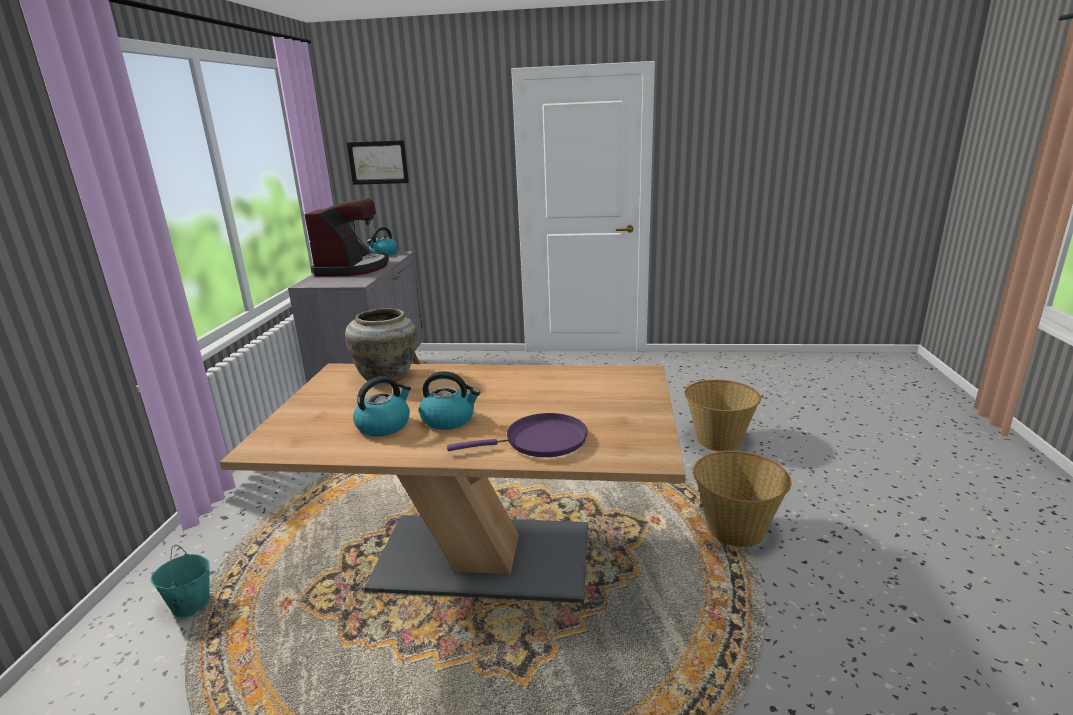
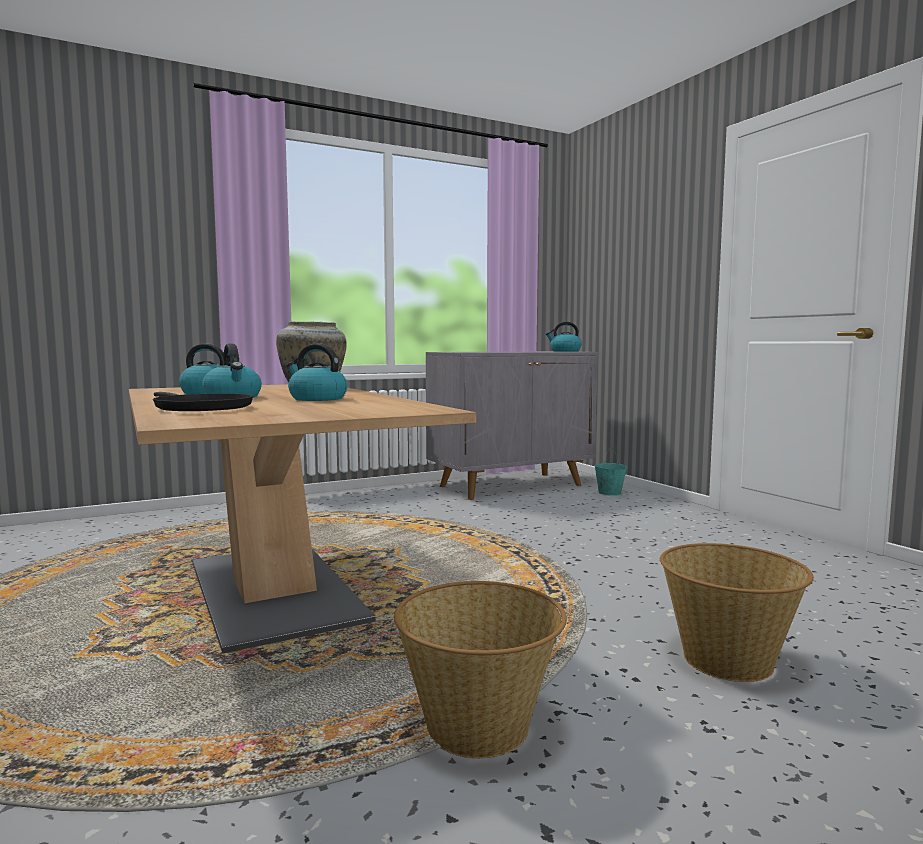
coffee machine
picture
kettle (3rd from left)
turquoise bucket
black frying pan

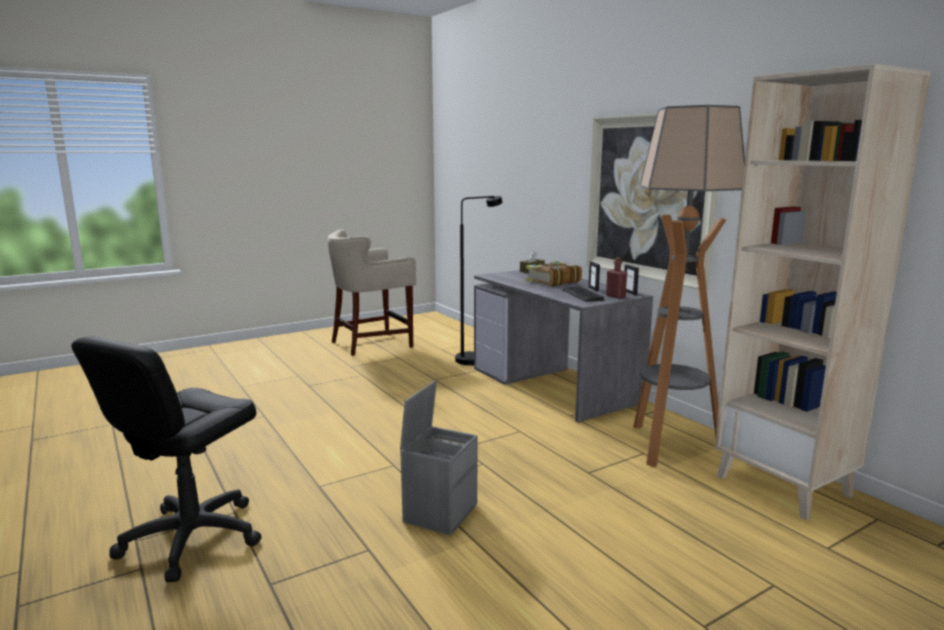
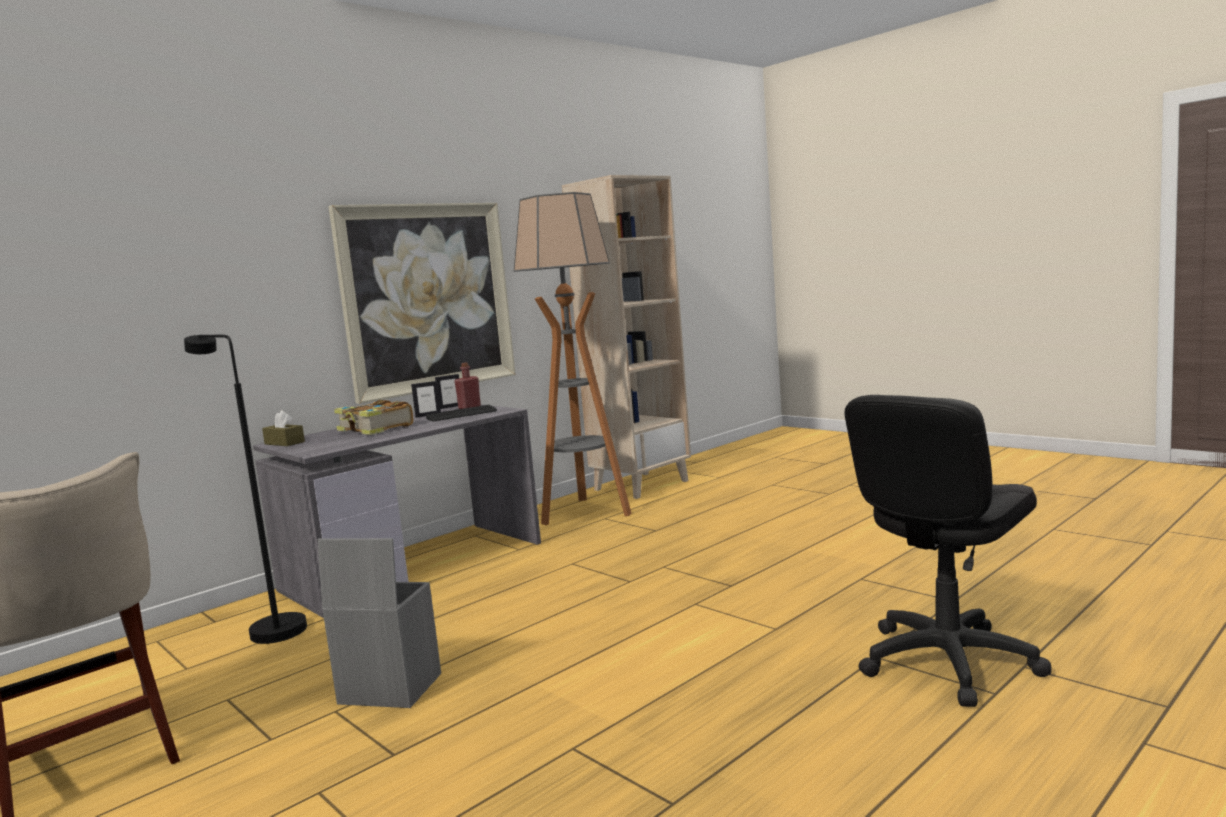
grey storage box
black office chair

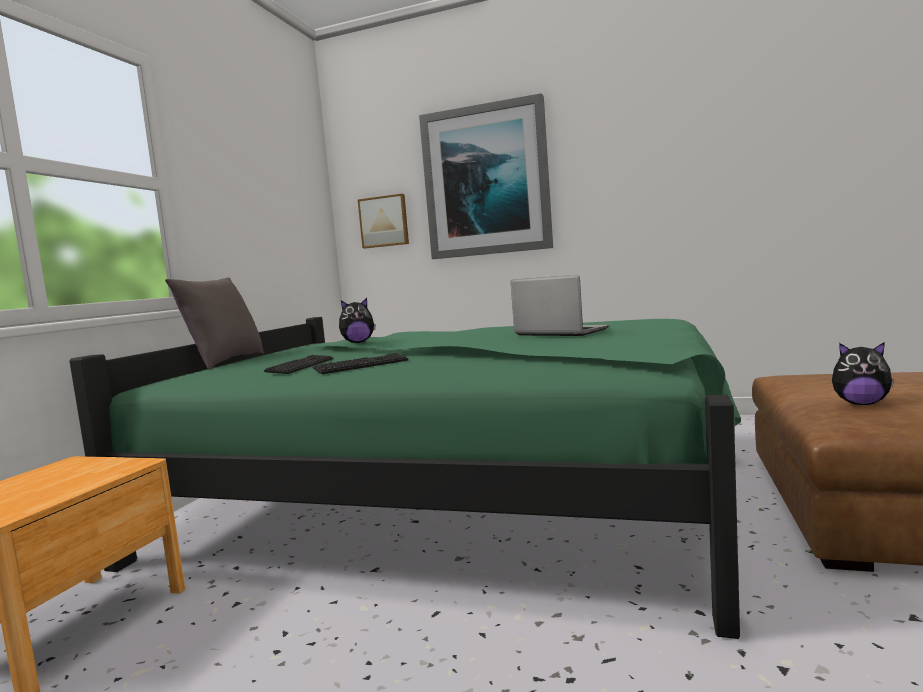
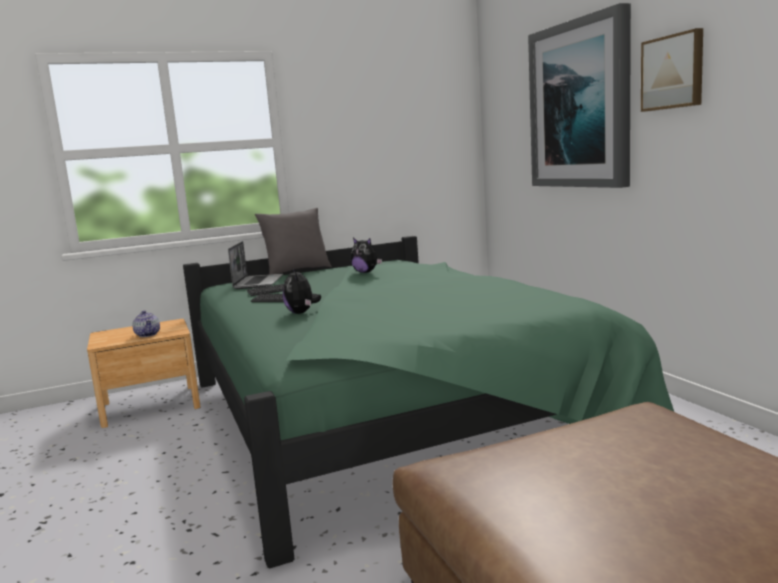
teapot
picture (2nd from left)
laptop
plush toy (1st from left)

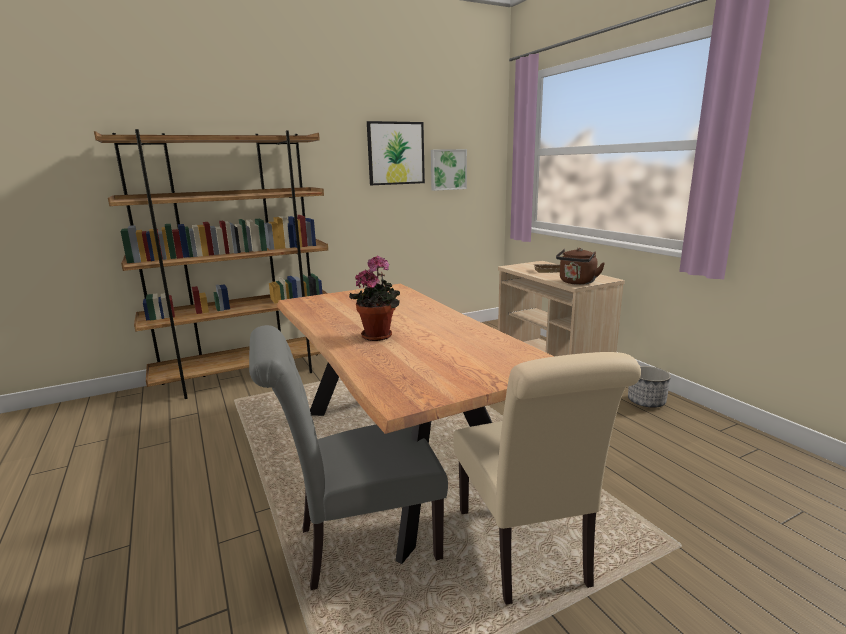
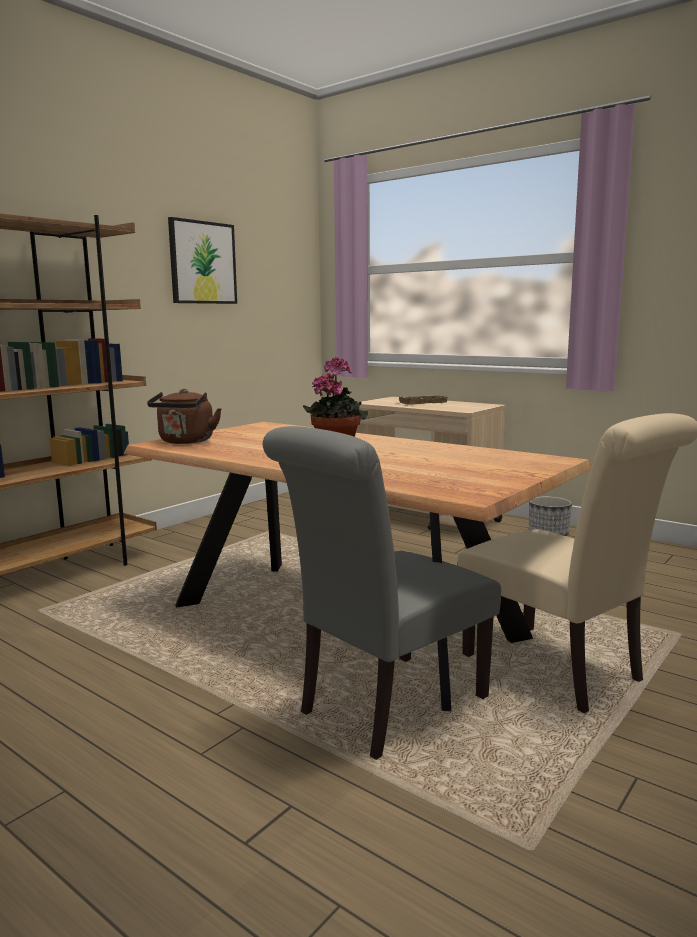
picture (2nd from left in the first image)
brown kettle

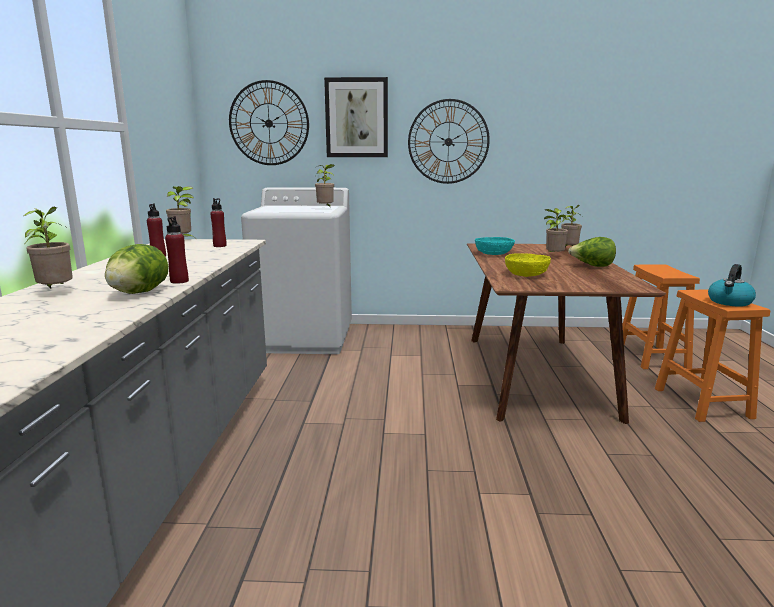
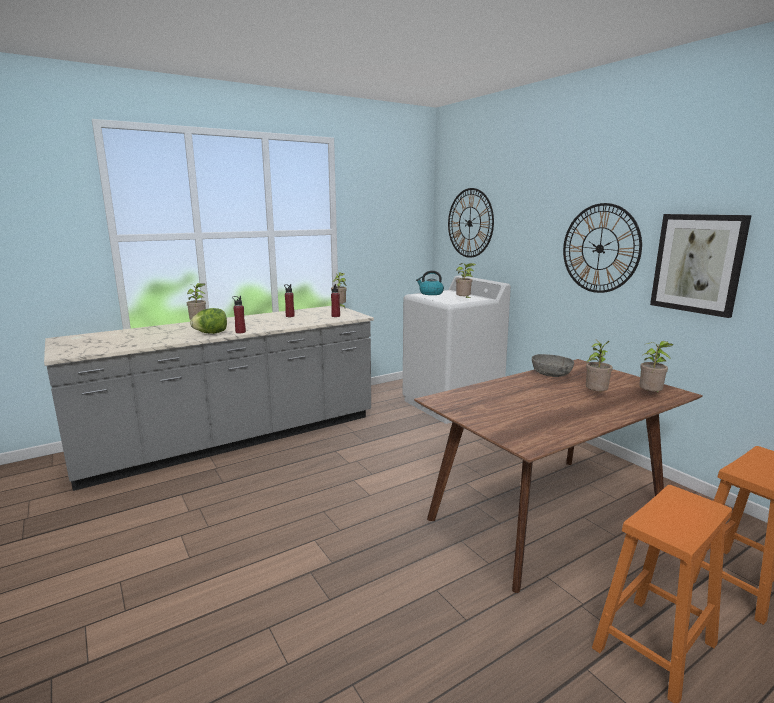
yellow bowl
lettuce (2nd from left in the first image)
picture
kettle
grey bowl

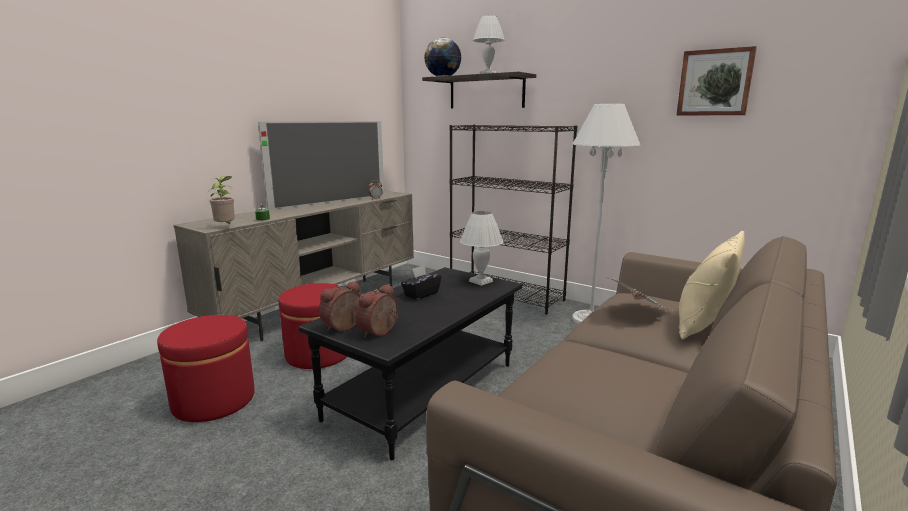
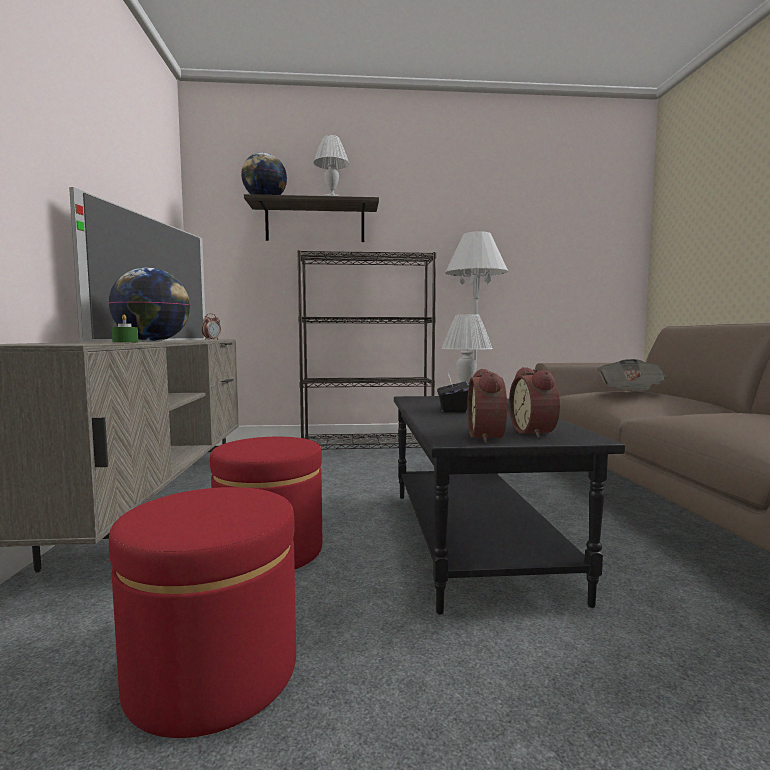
potted plant
picture
beige pillow
globe (1st from left)

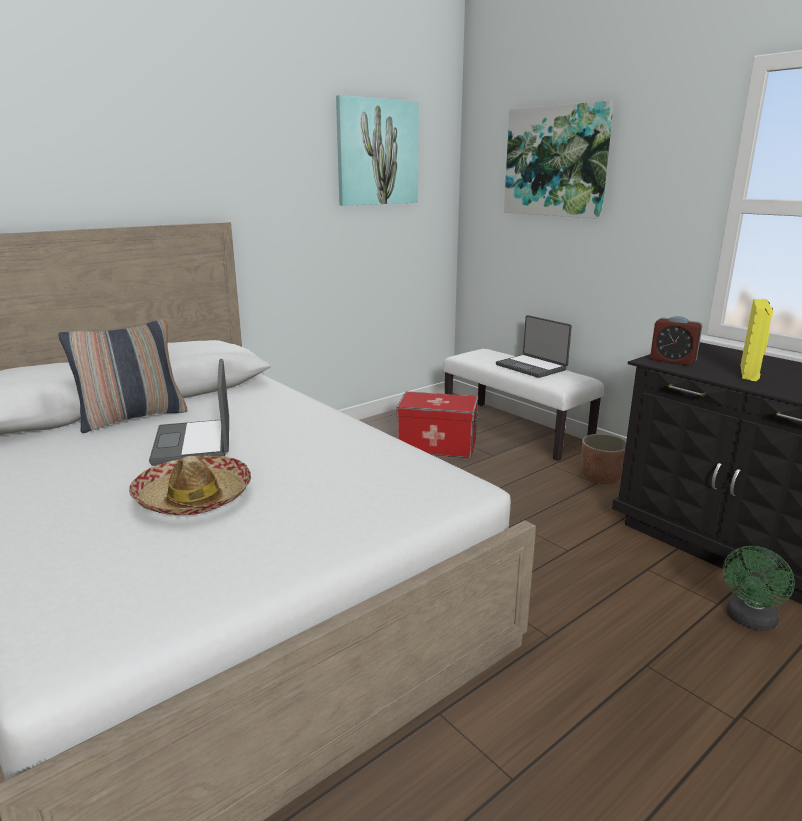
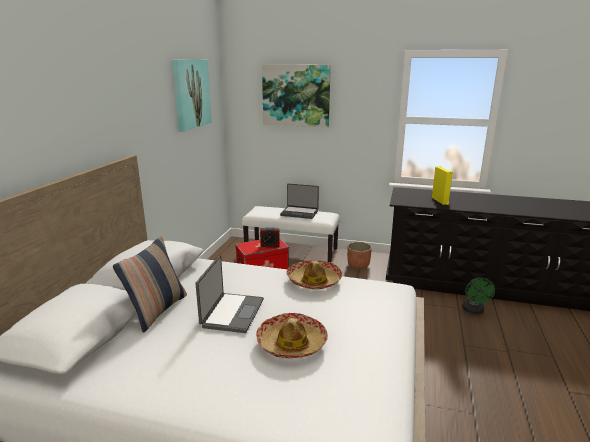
hat (2nd from left)
alarm clock
laptop (1st from left)

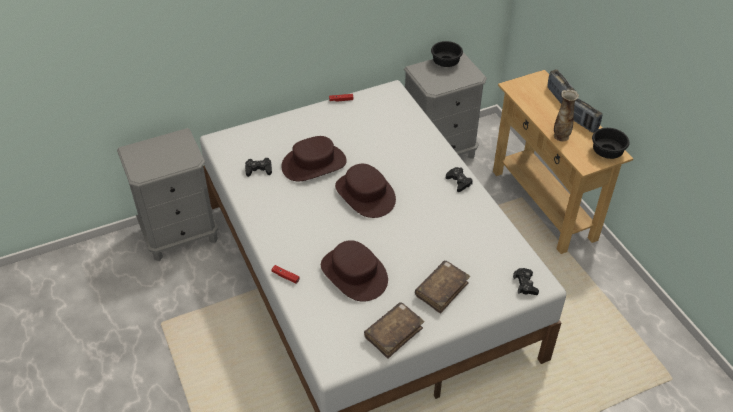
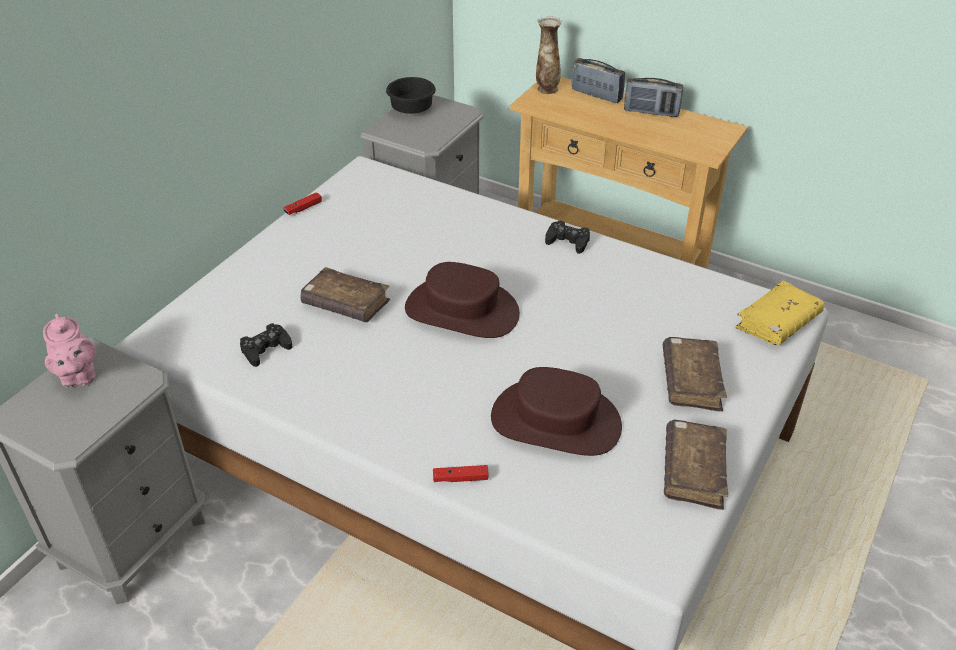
black bowl (2nd from left in the first image)
pink teapot
vase
brown book (1st from left)
yellow book

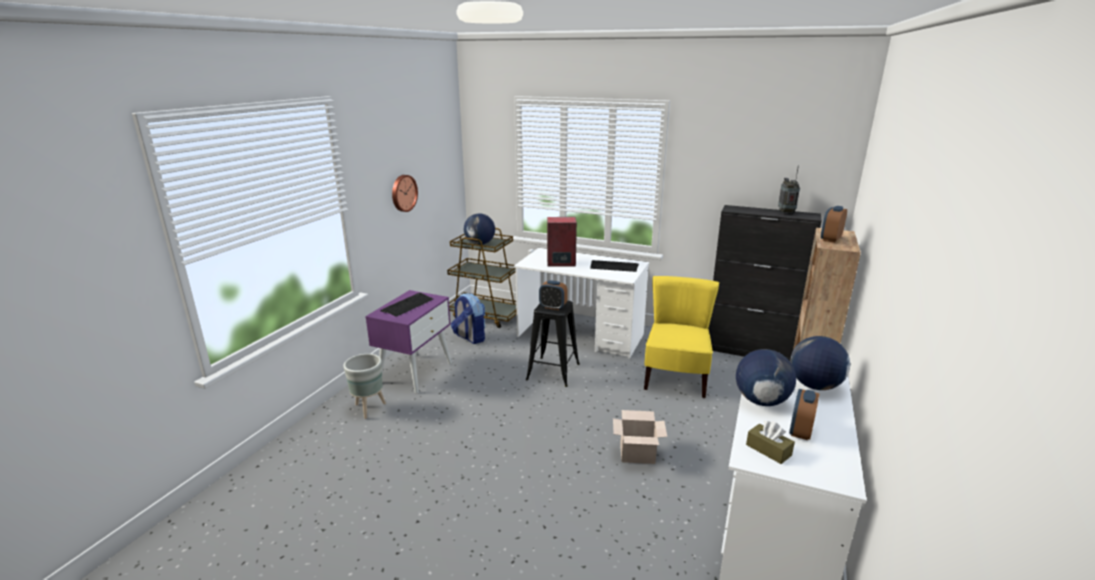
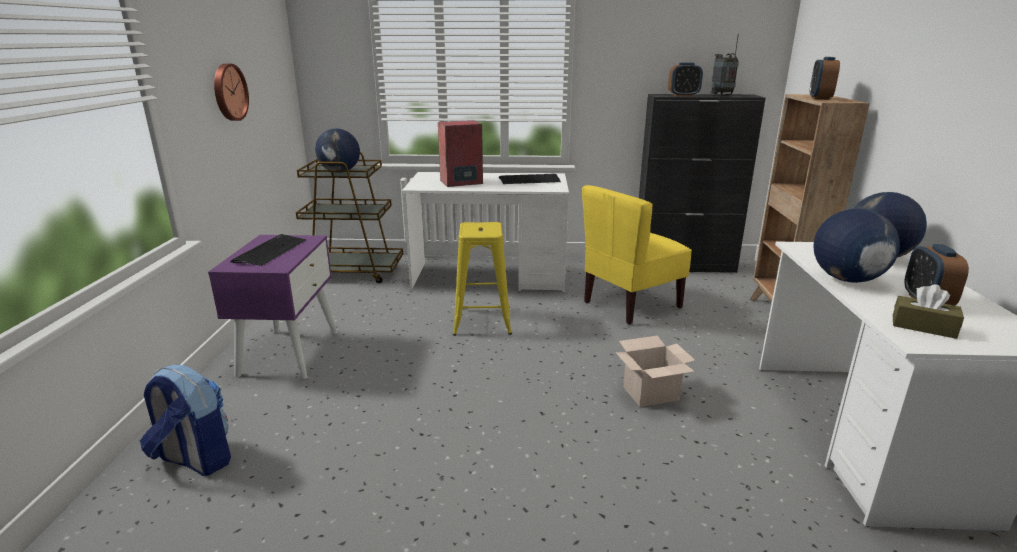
grey planter
backpack
alarm clock (1st from left)
yellow stool
yellow chair

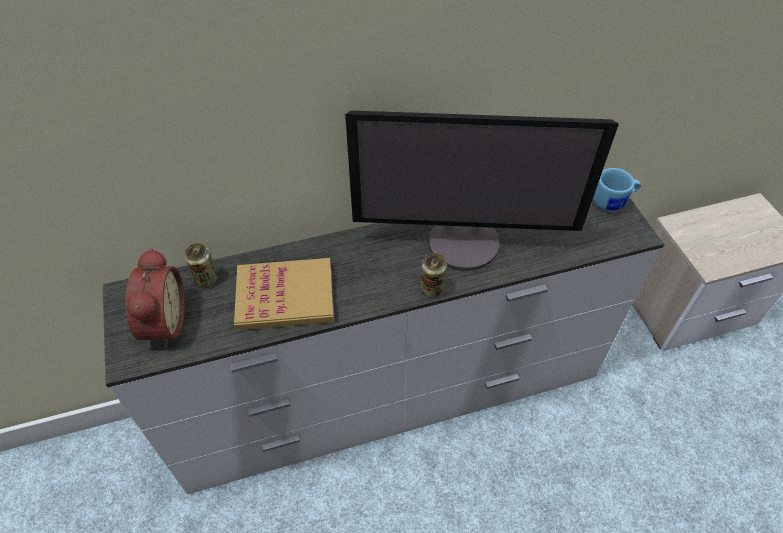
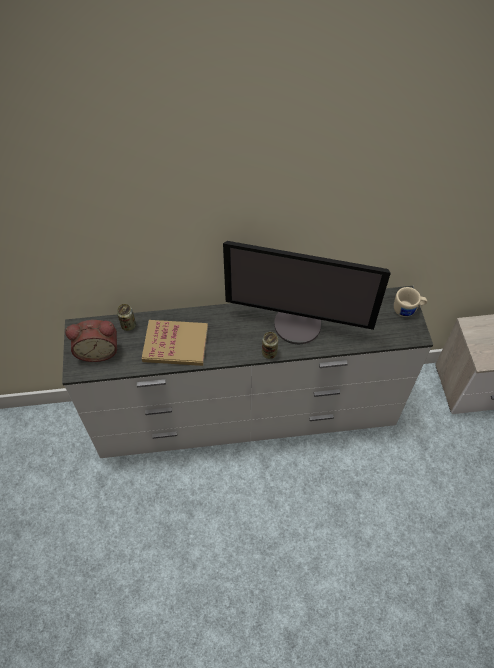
beige mug
alarm clock

